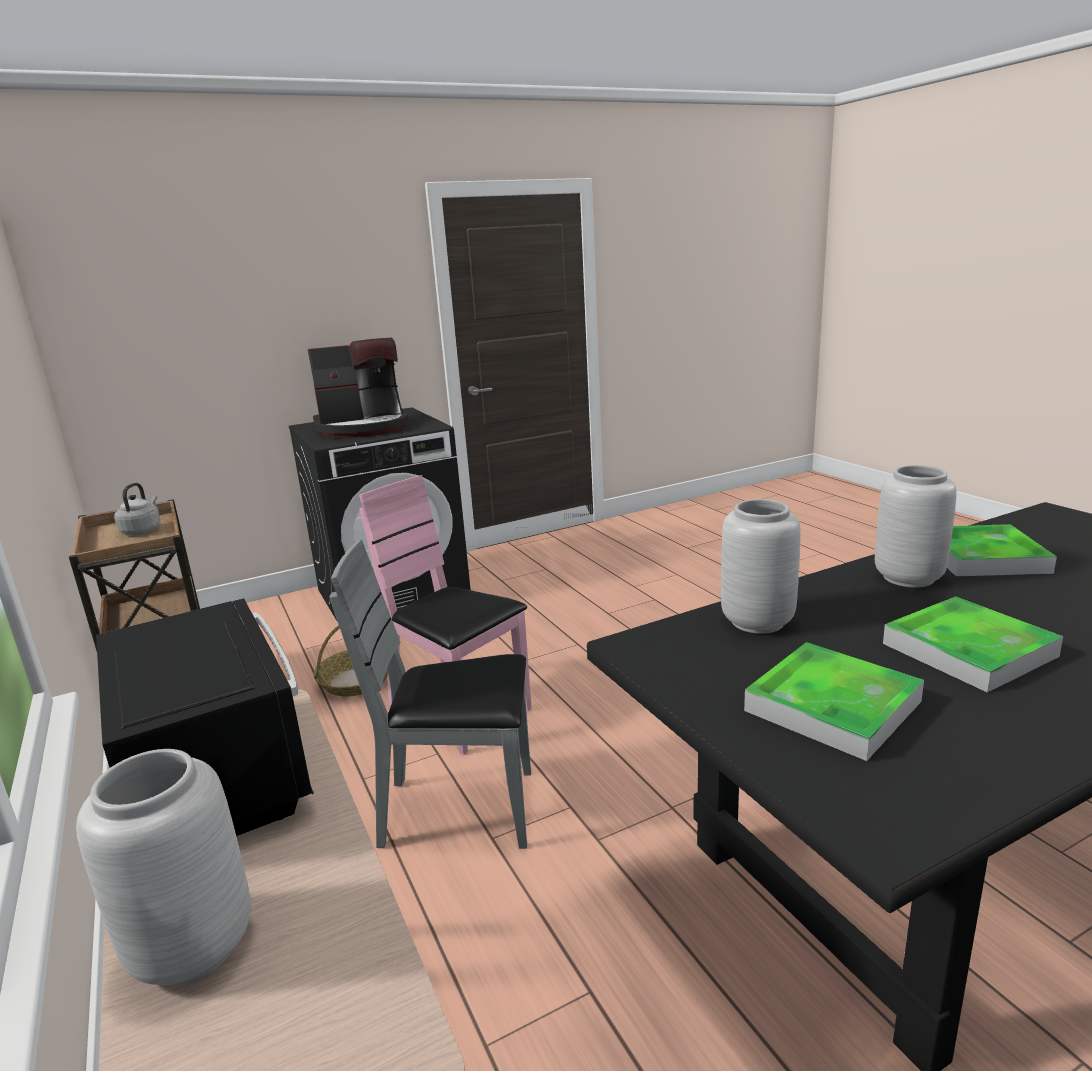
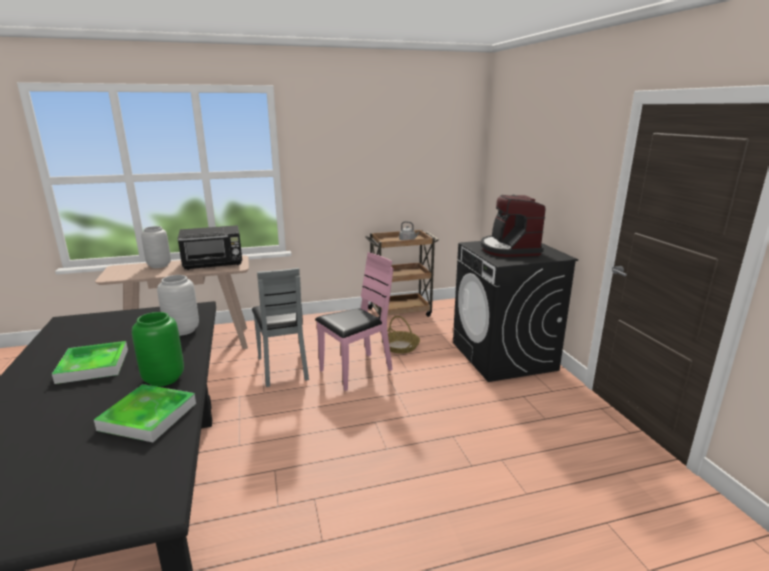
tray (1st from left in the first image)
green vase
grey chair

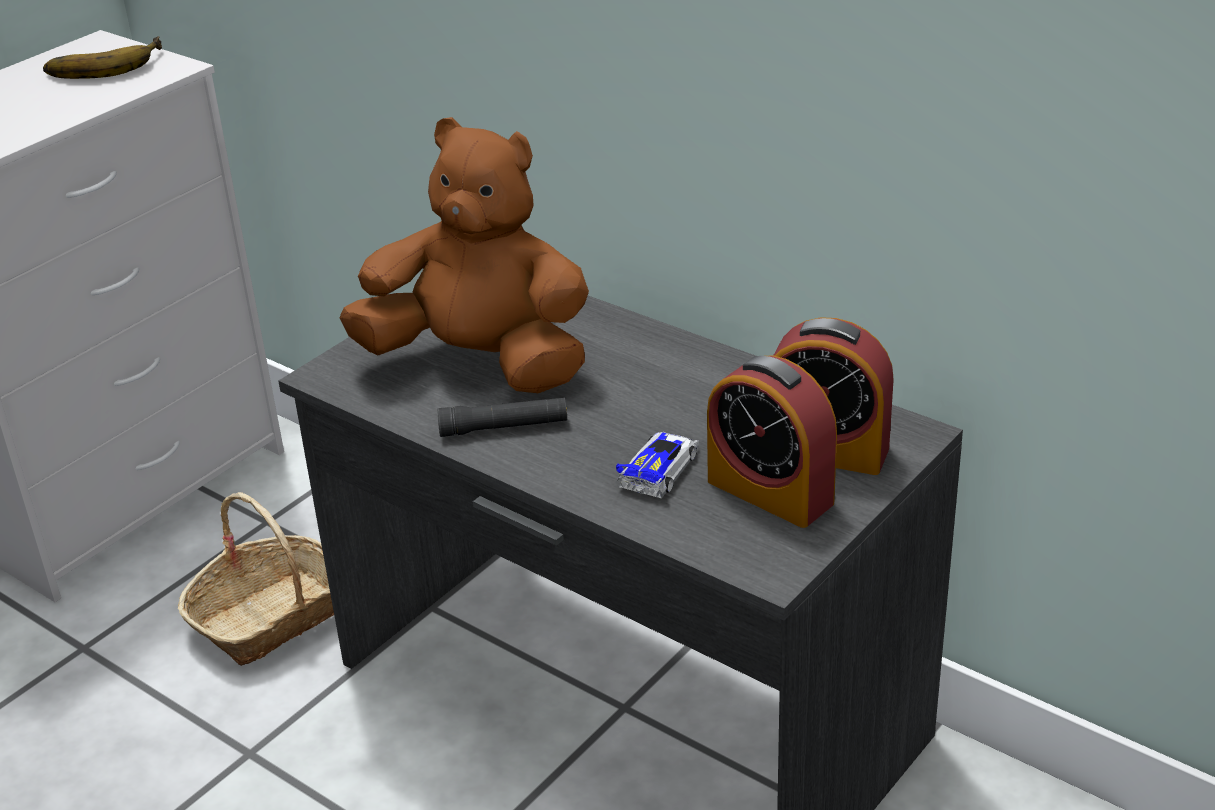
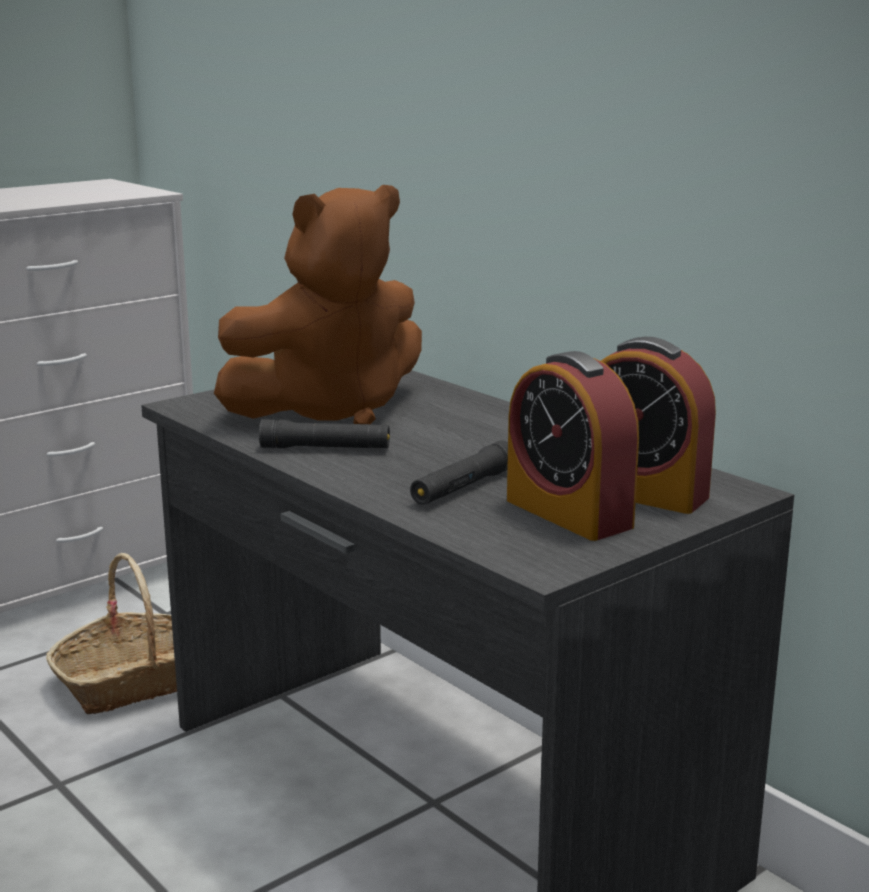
banana
black flashlight (2nd from left)
brown plush toy

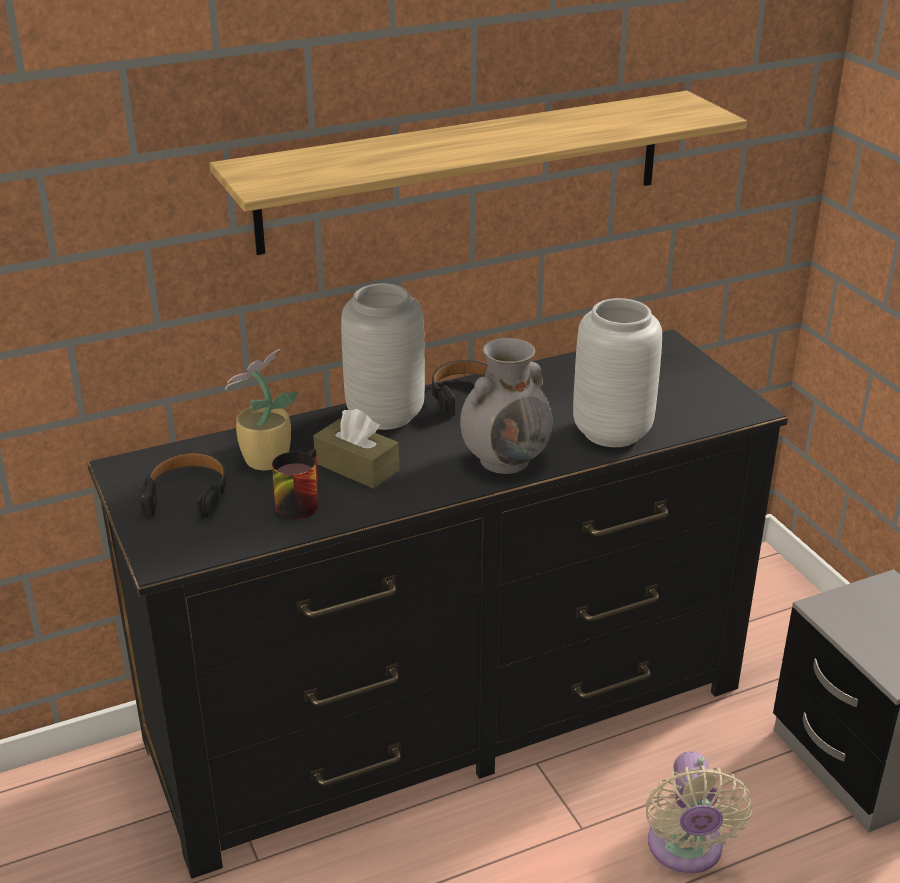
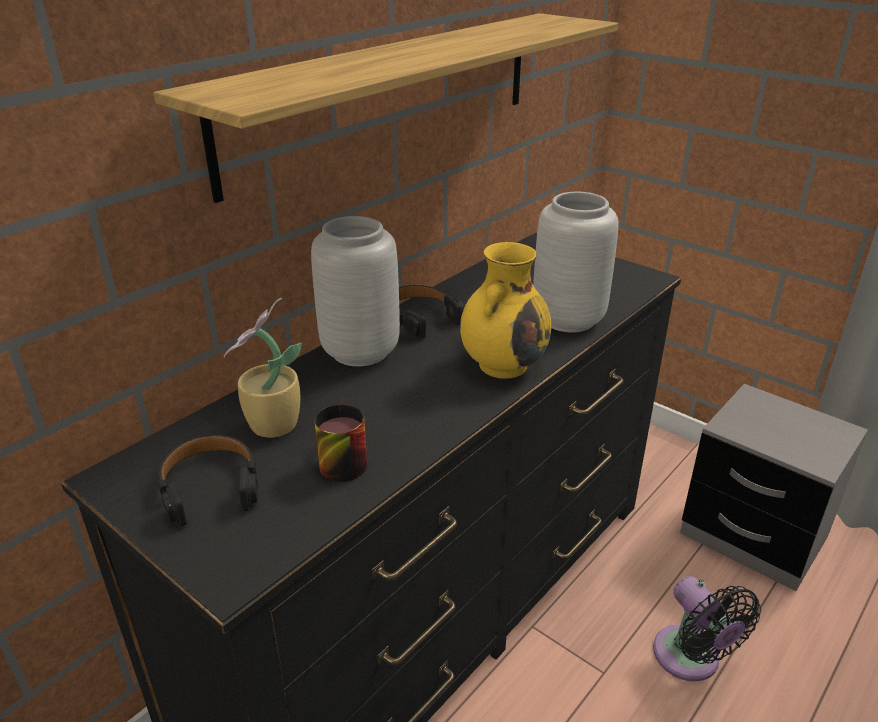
brown tissue box
yellow vase
black fan

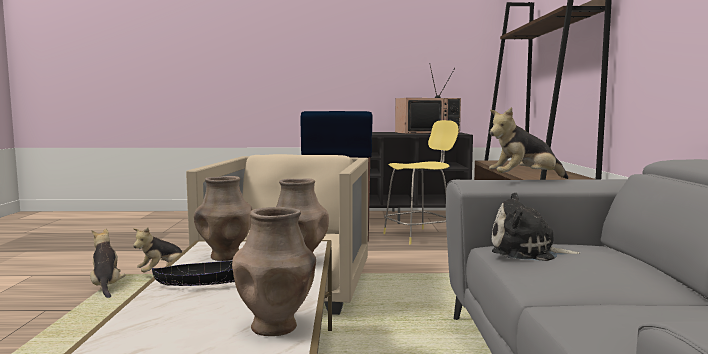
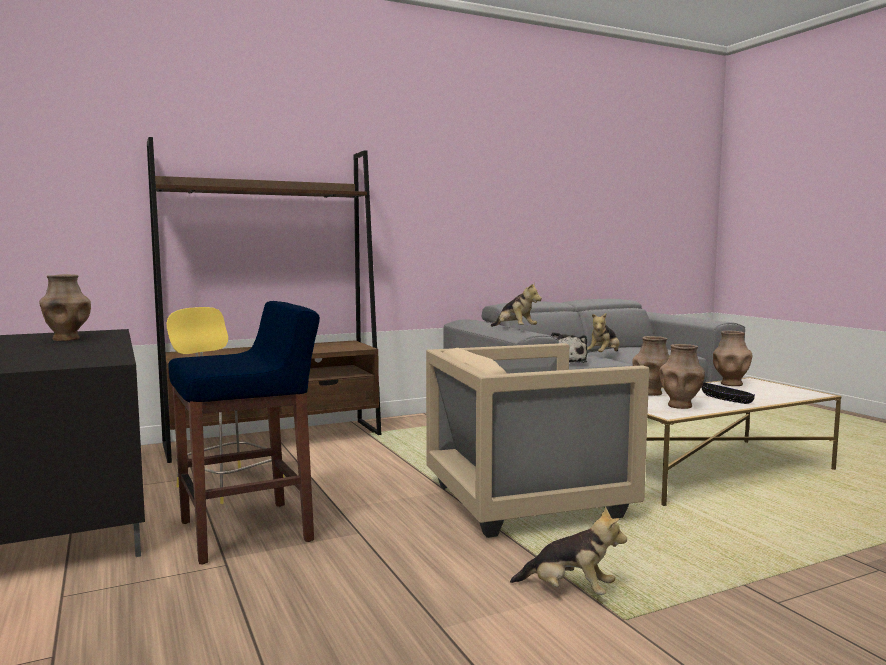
plush toy (4th from left)
brown vase (1st from left)

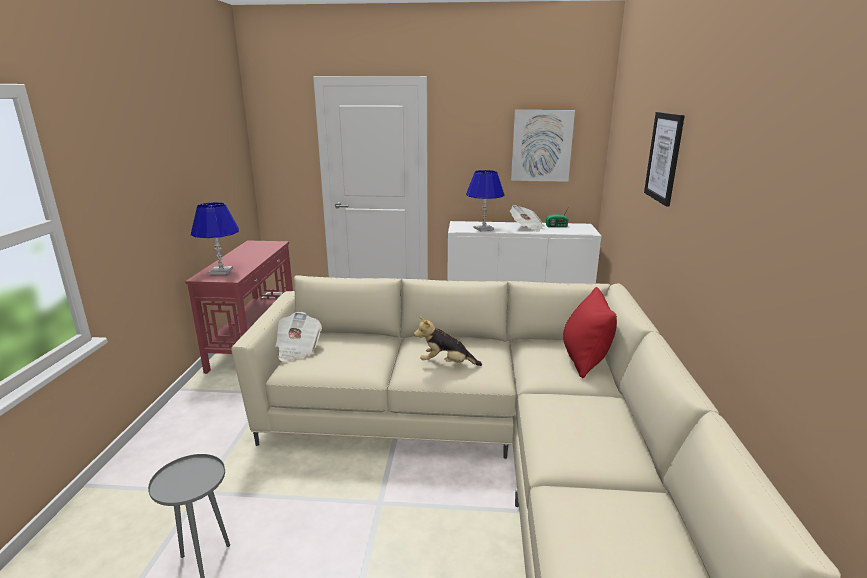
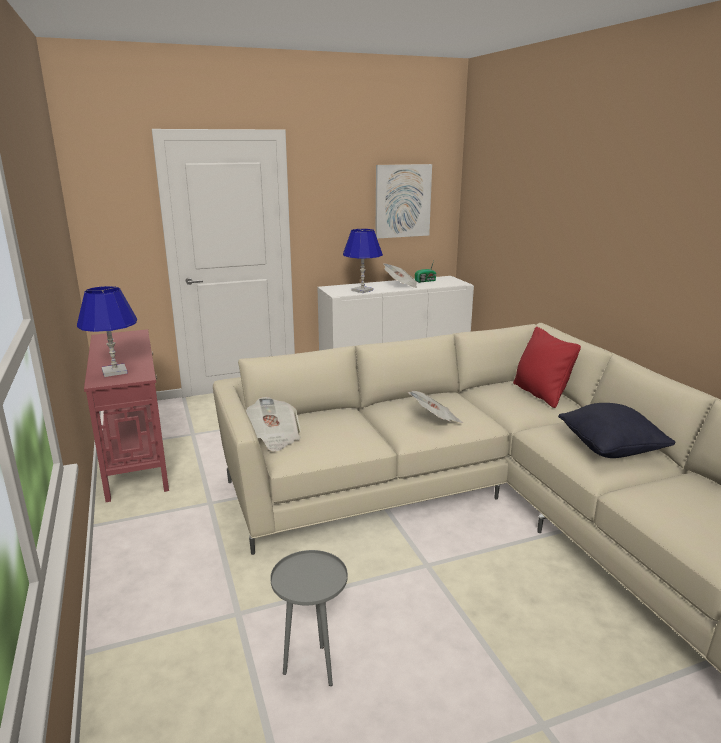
picture (2nd from left in the first image)
black pillow
newspaper (3rd from left)

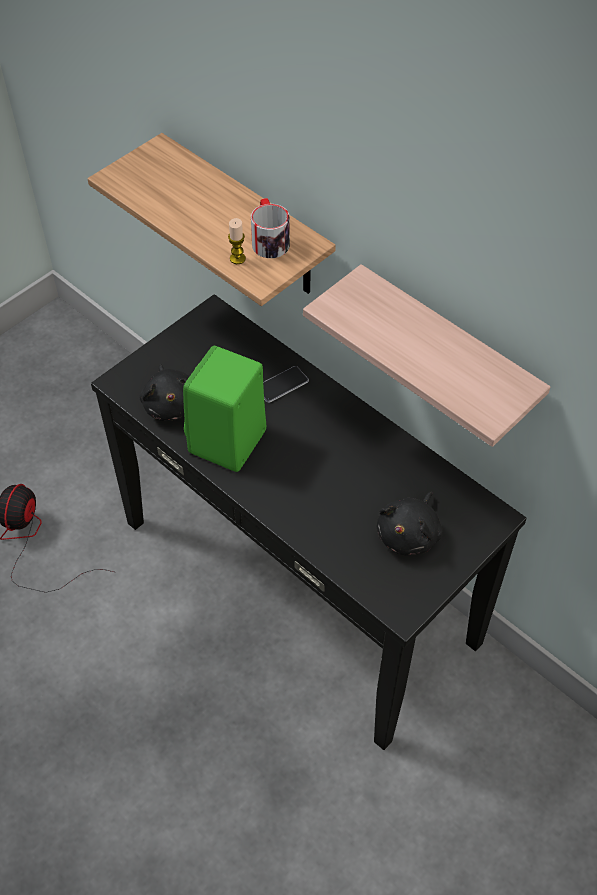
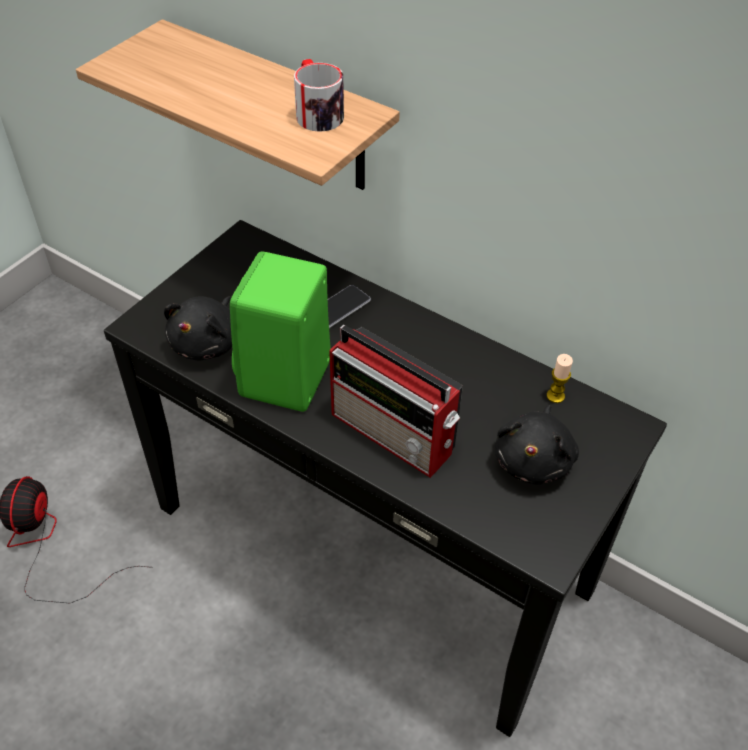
shelf (2nd from left in the first image)
radio
candle
black plush toy (1st from left)

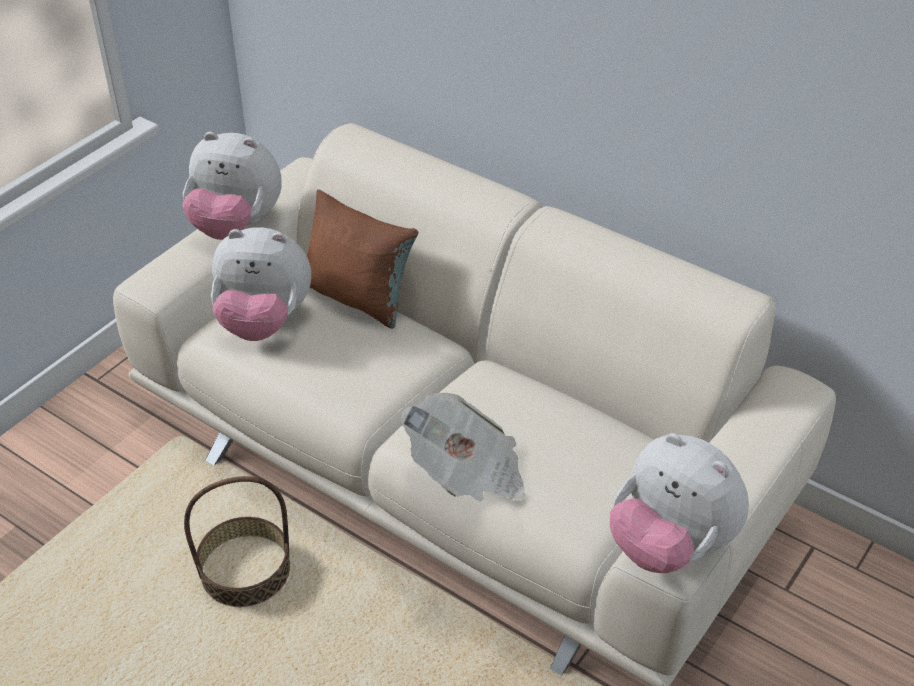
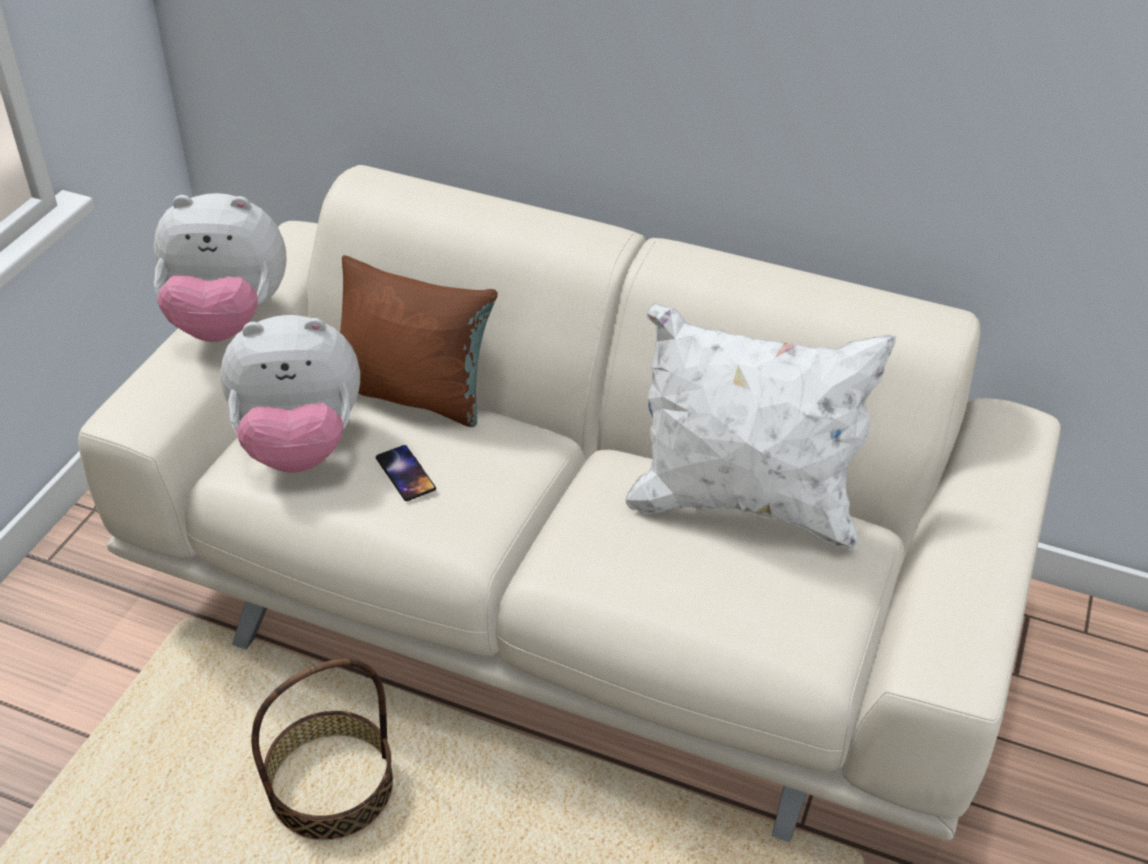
newspaper
plush toy (3rd from left in the first image)
phone
white pillow

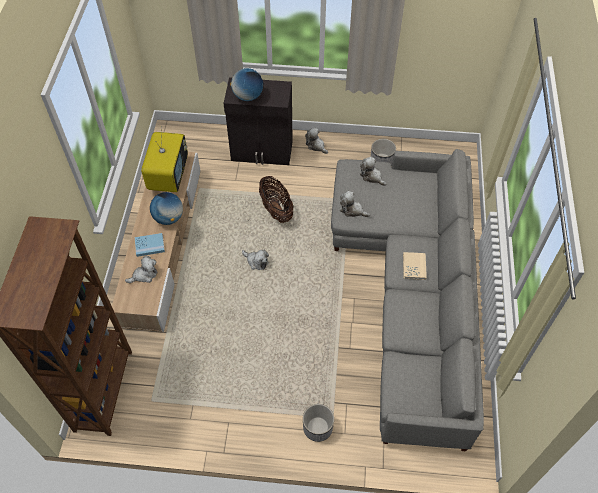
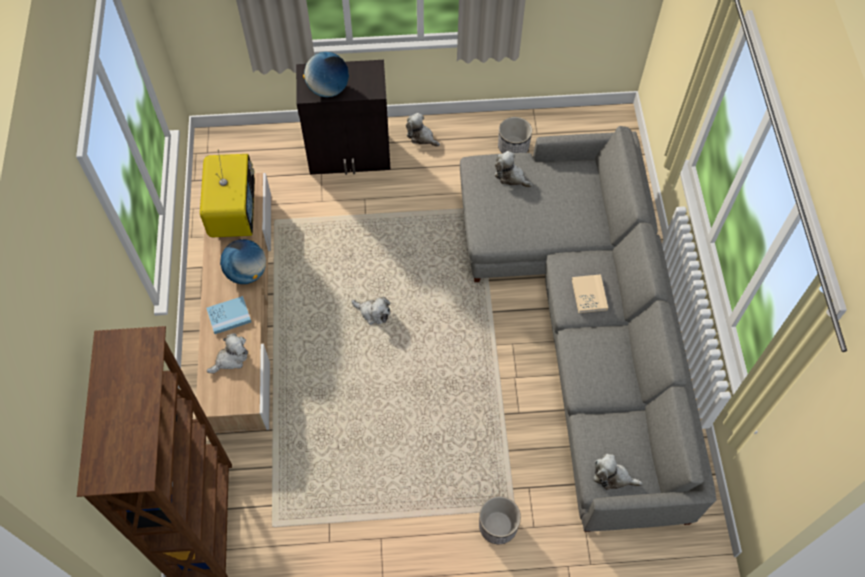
basket
plush toy (5th from left)

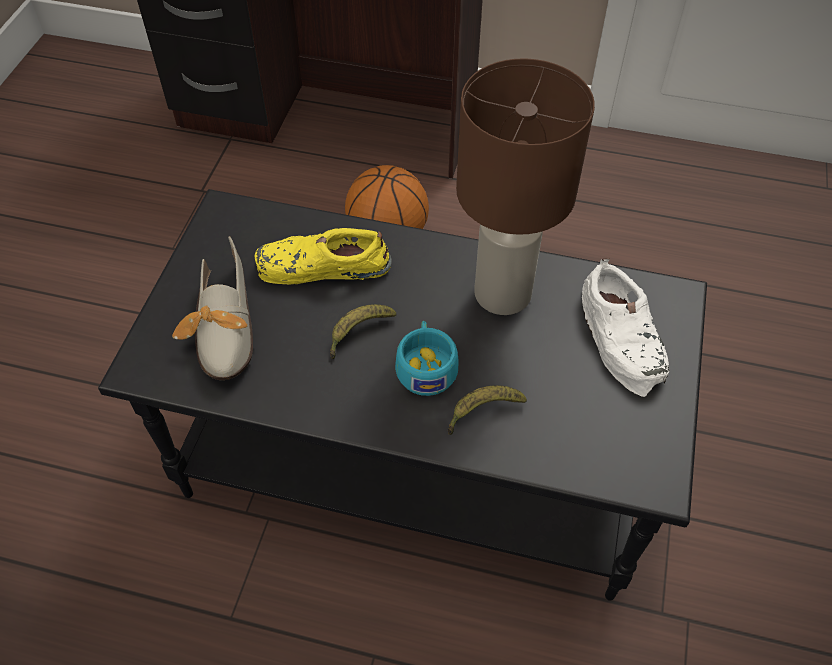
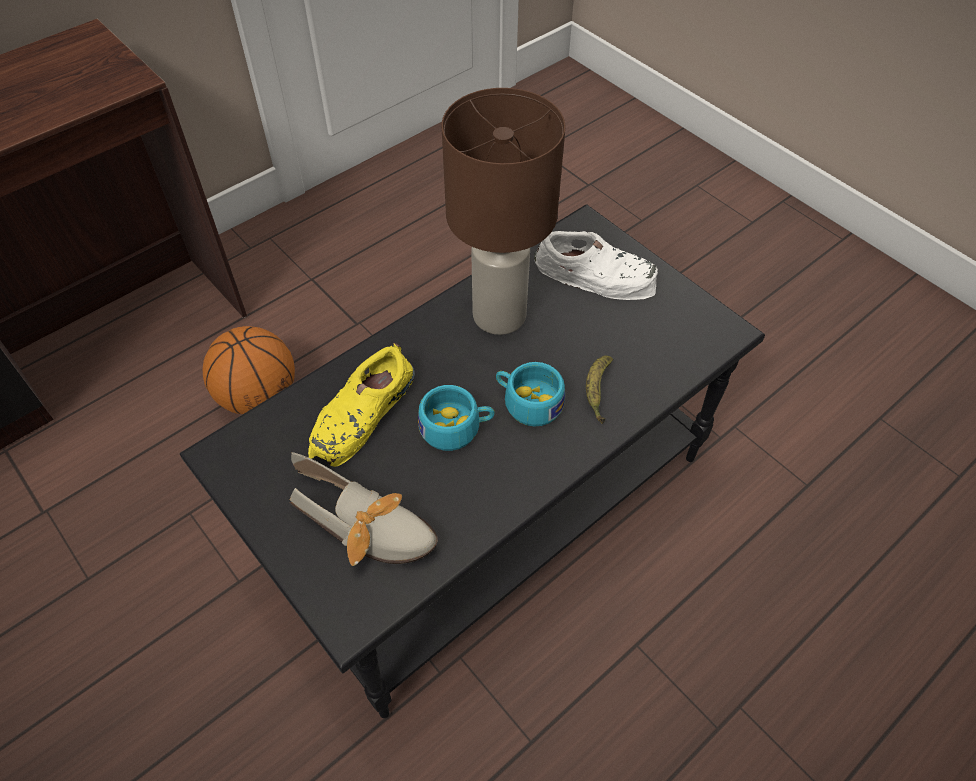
turquoise cup (1st from left)

